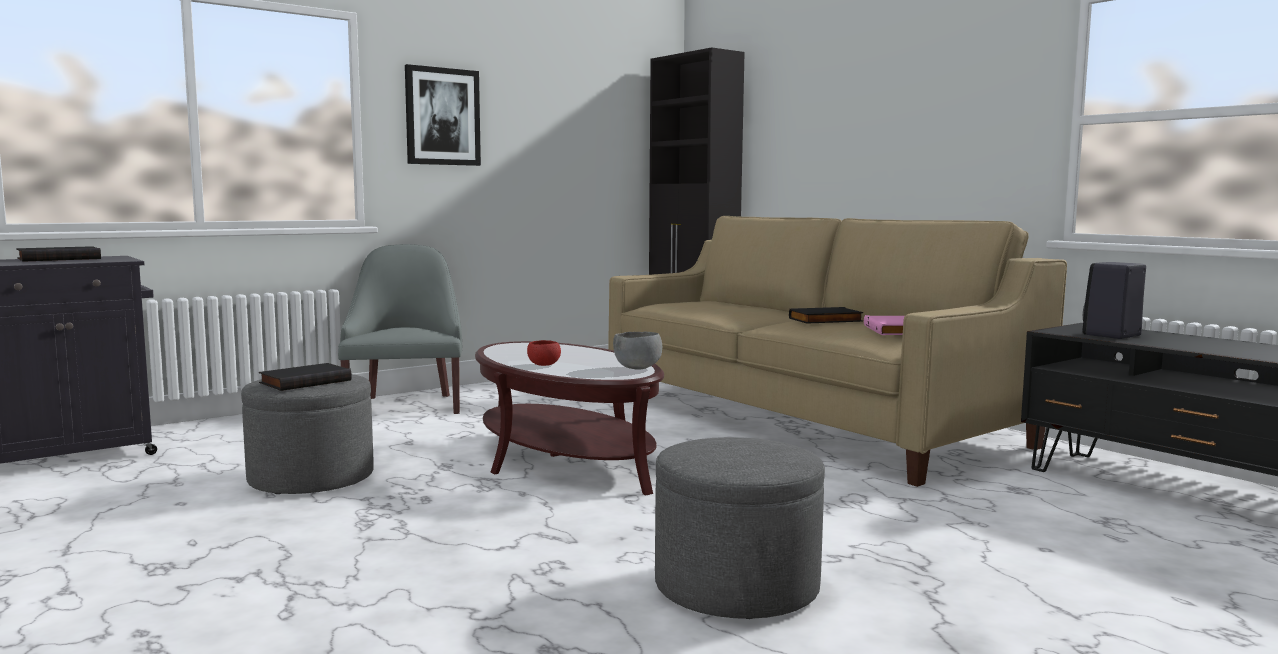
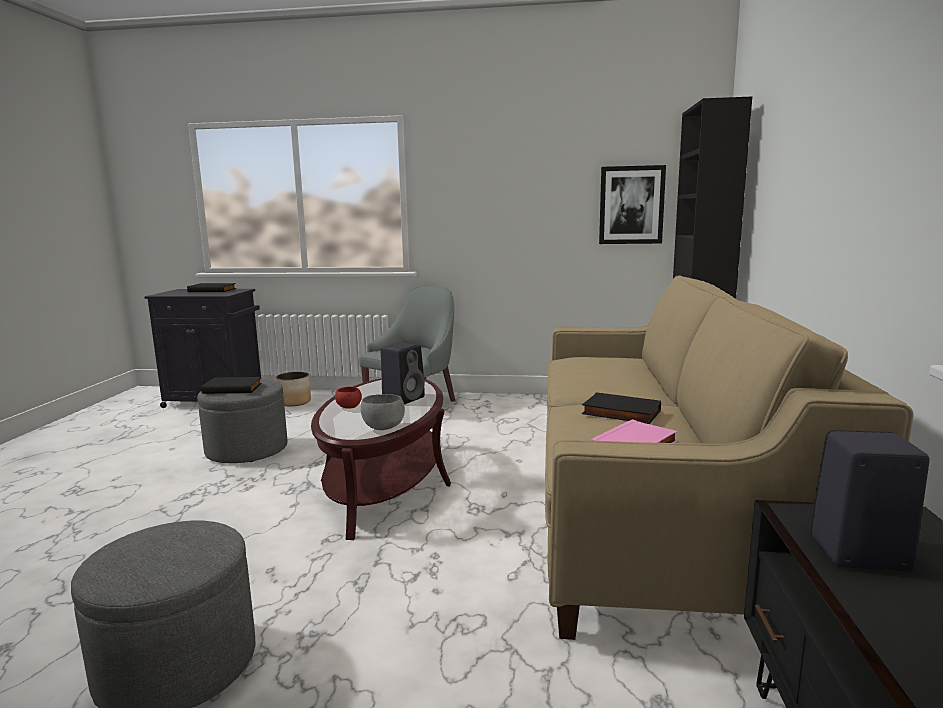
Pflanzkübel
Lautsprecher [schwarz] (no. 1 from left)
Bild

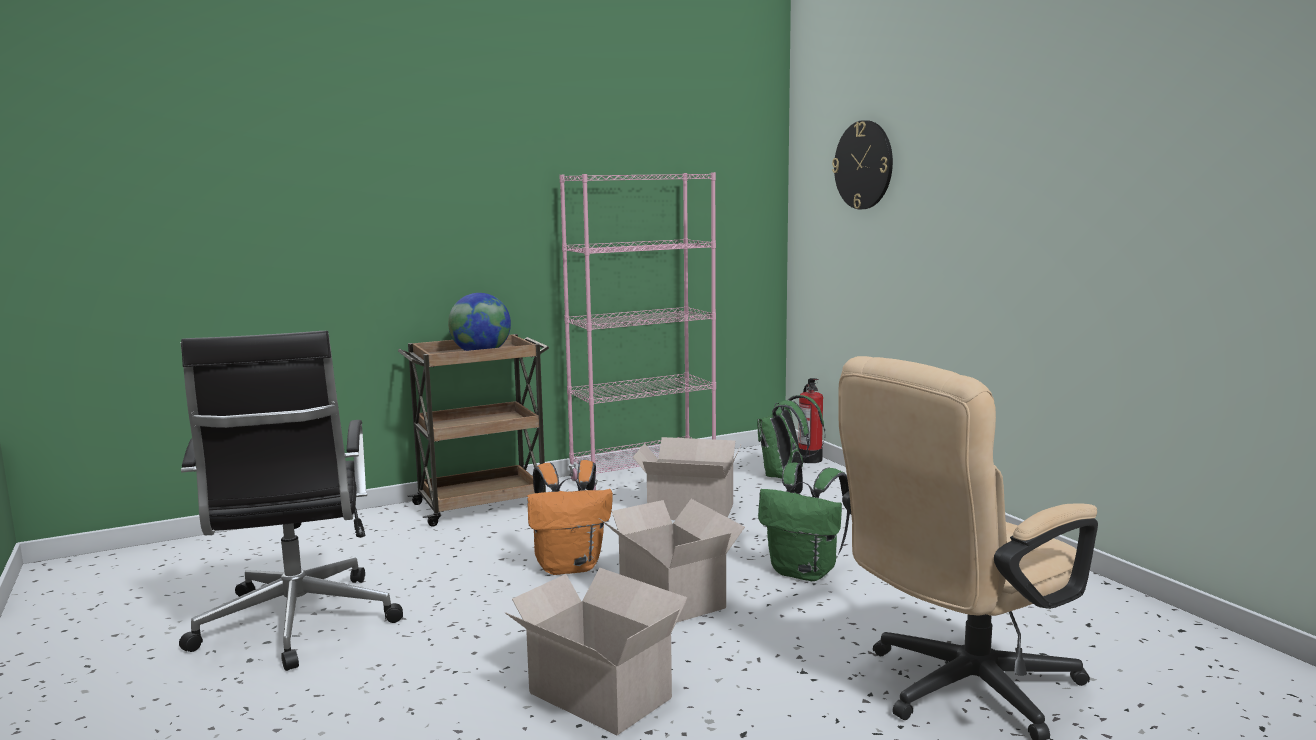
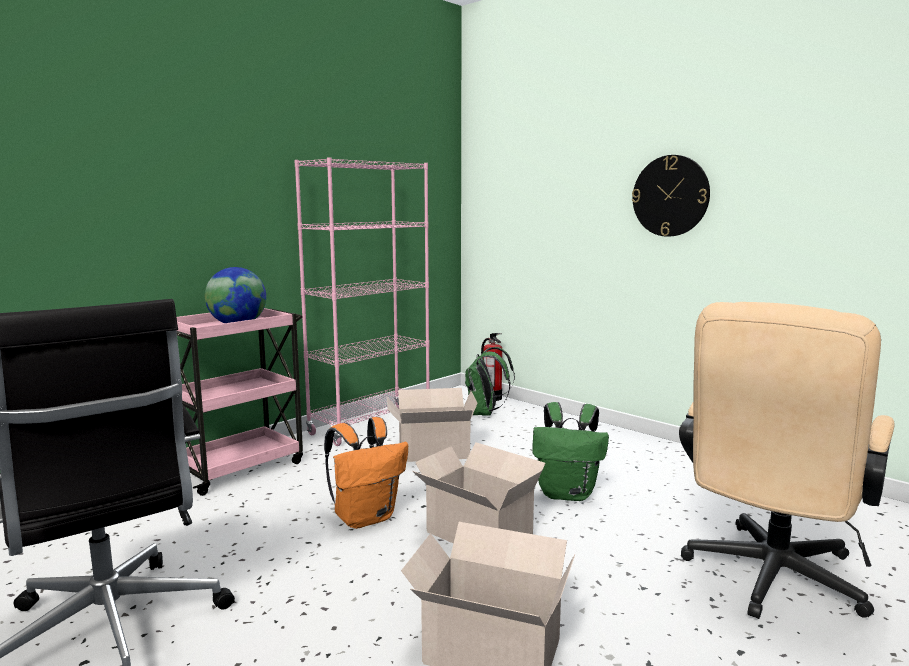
Rollwagen [rosa]
Wanduhr

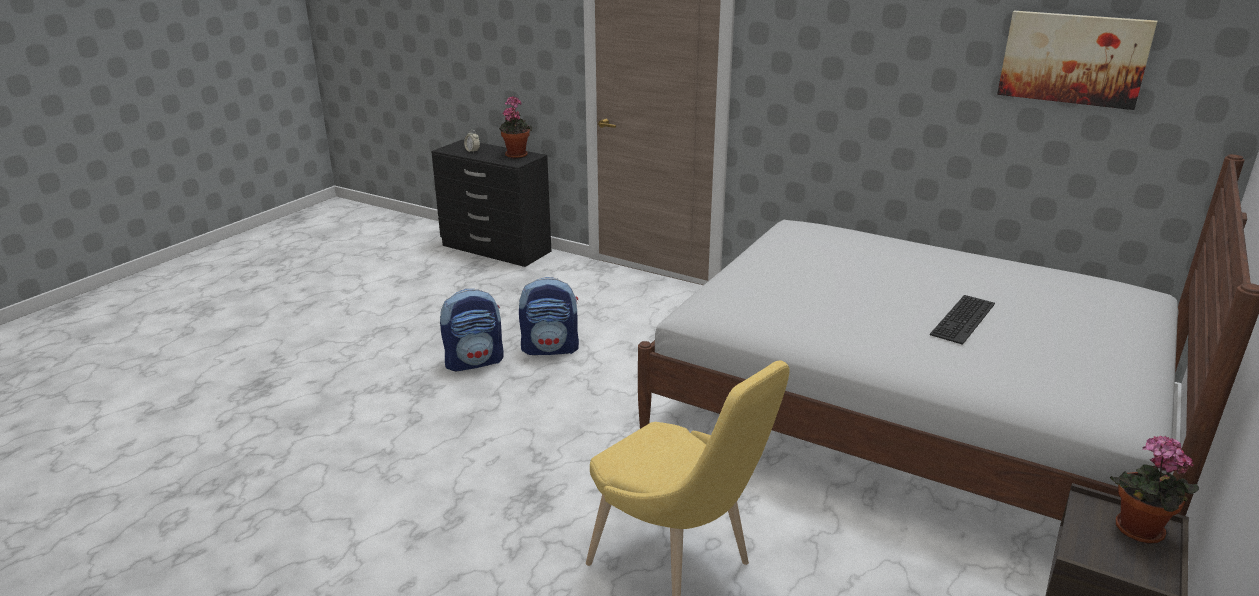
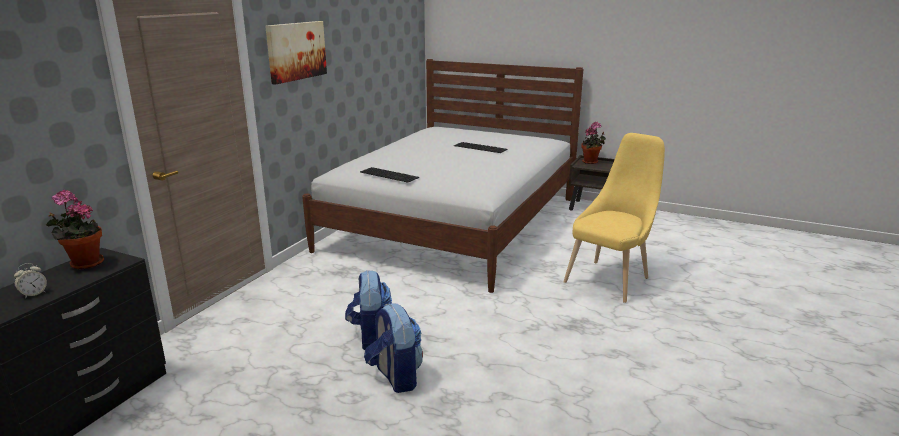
Bild
Tastatur (no. 1 from left)

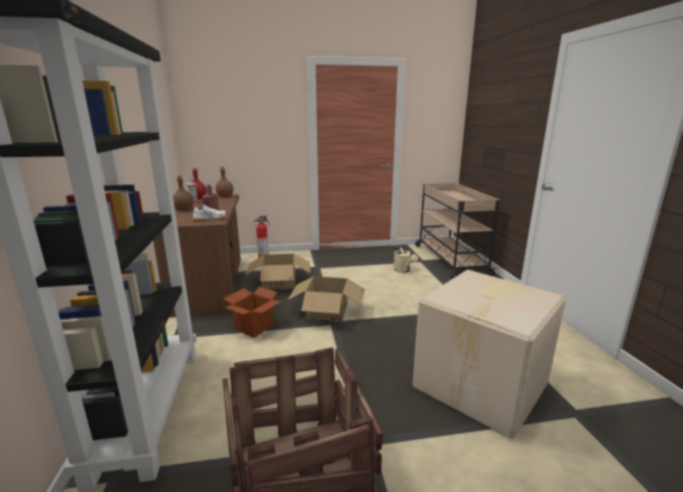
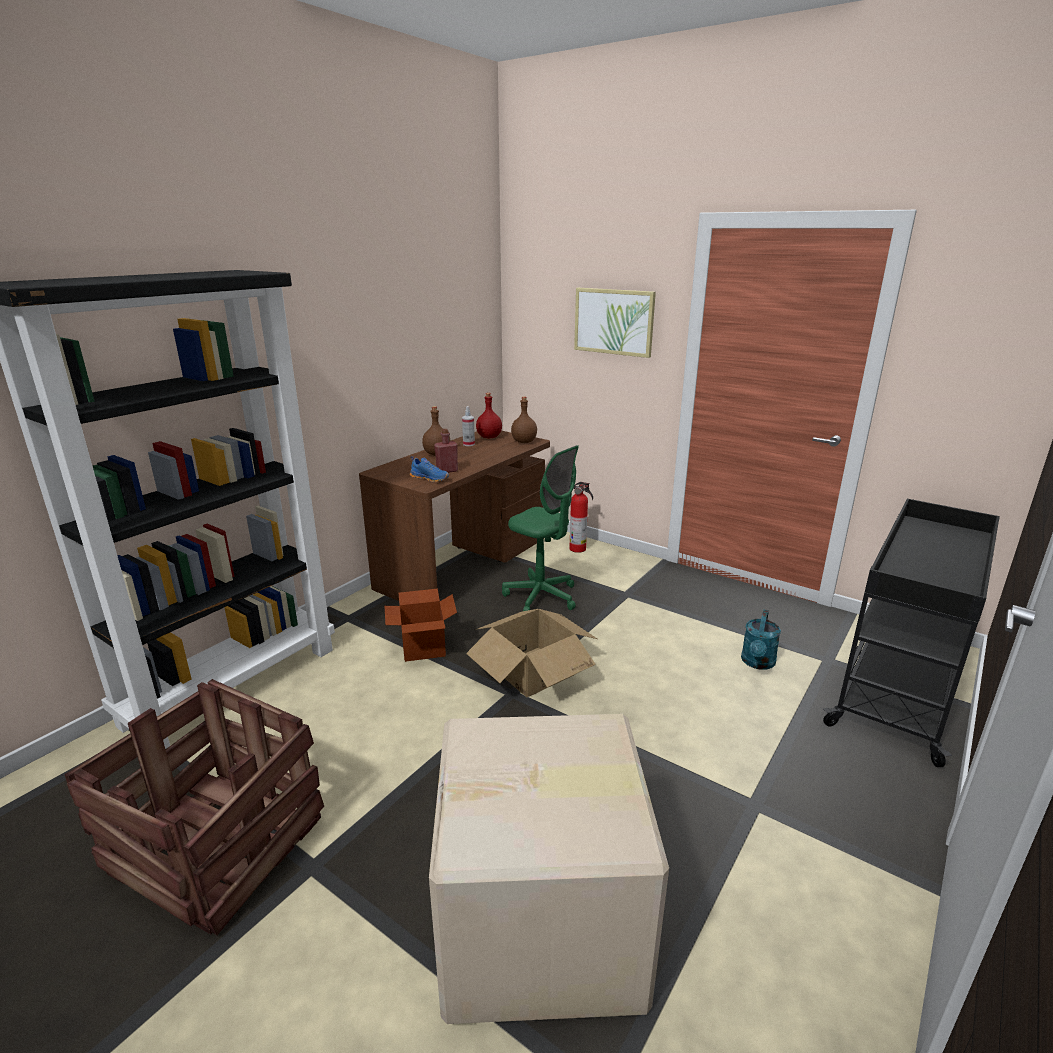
Schuh [blau]
Bürostuhl [grün]
Bild
Gießkanne [türkis]
Rollwagen [schwarz]

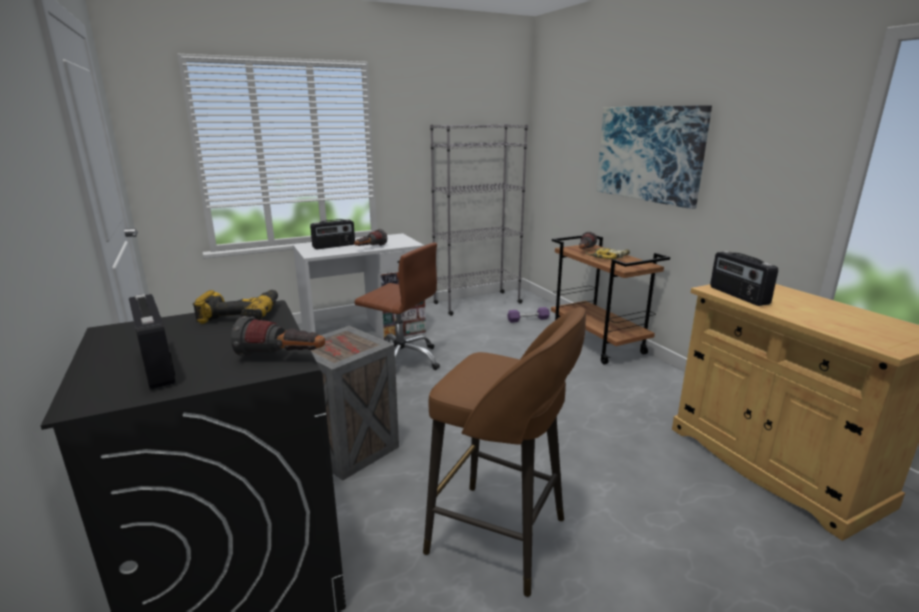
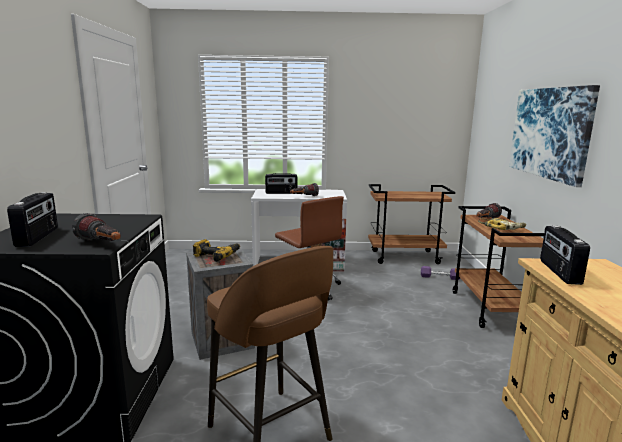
Bohrmaschine (no. 1 from left)
Rollwagen [braun] (no. 1 from left)

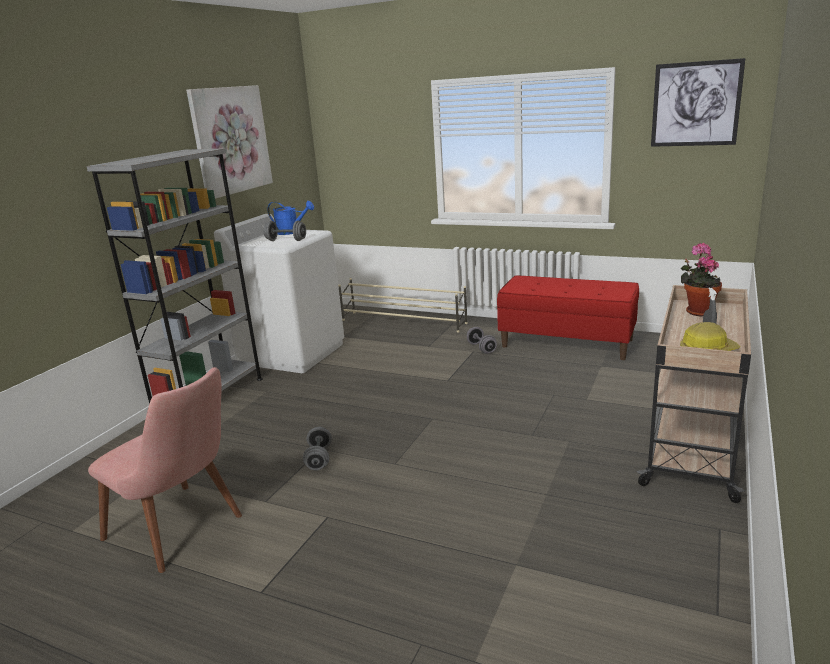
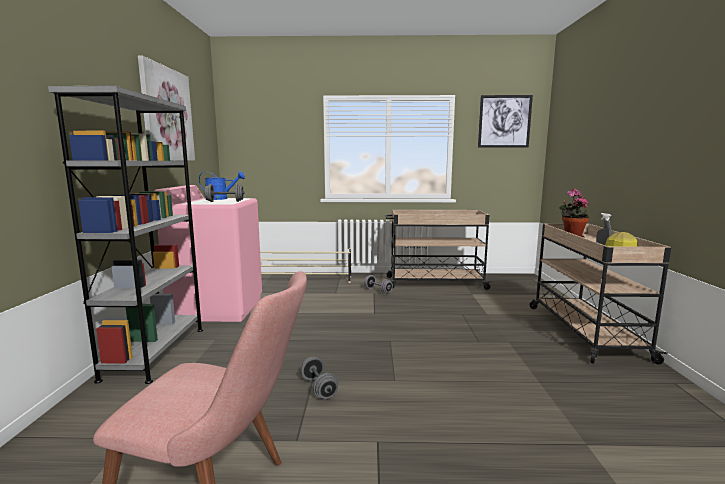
Waschmaschine [rosa]
Rollwagen [beige] (no. 1 from left)

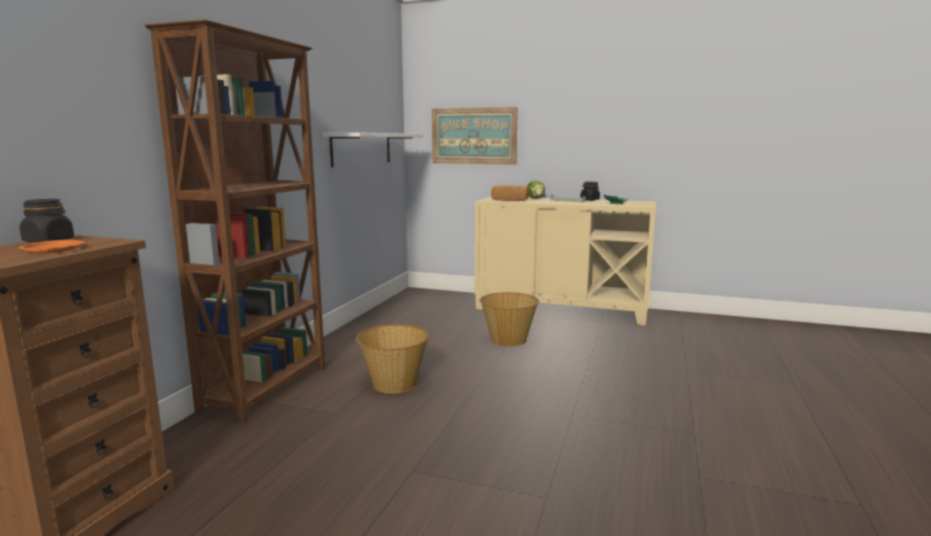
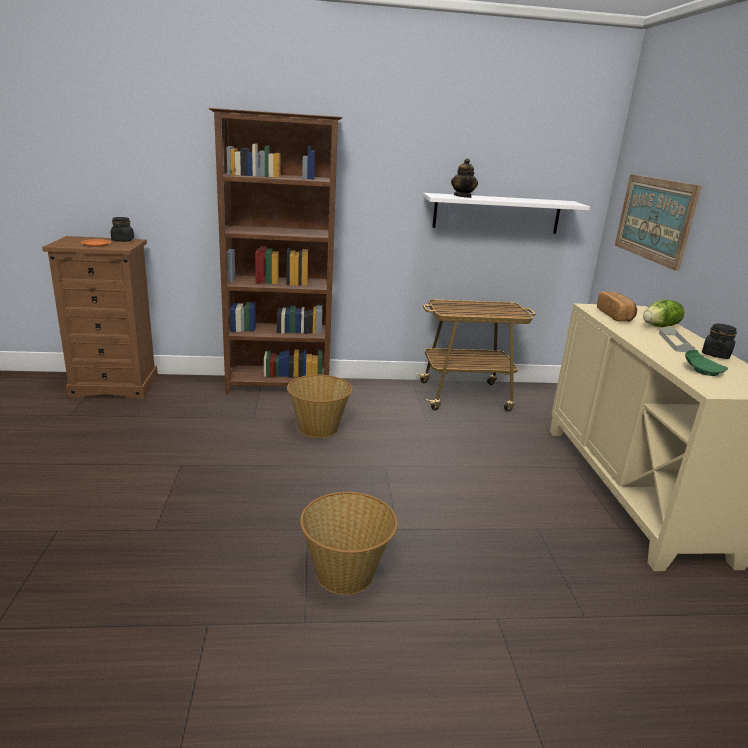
Korb (no. 2 from left)
Rollwagen
Teekanne

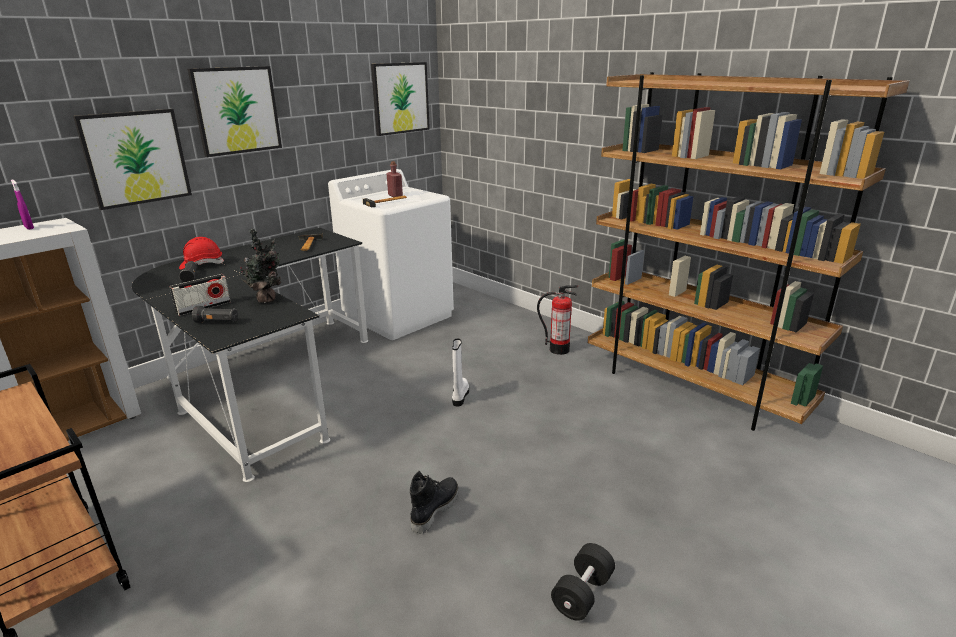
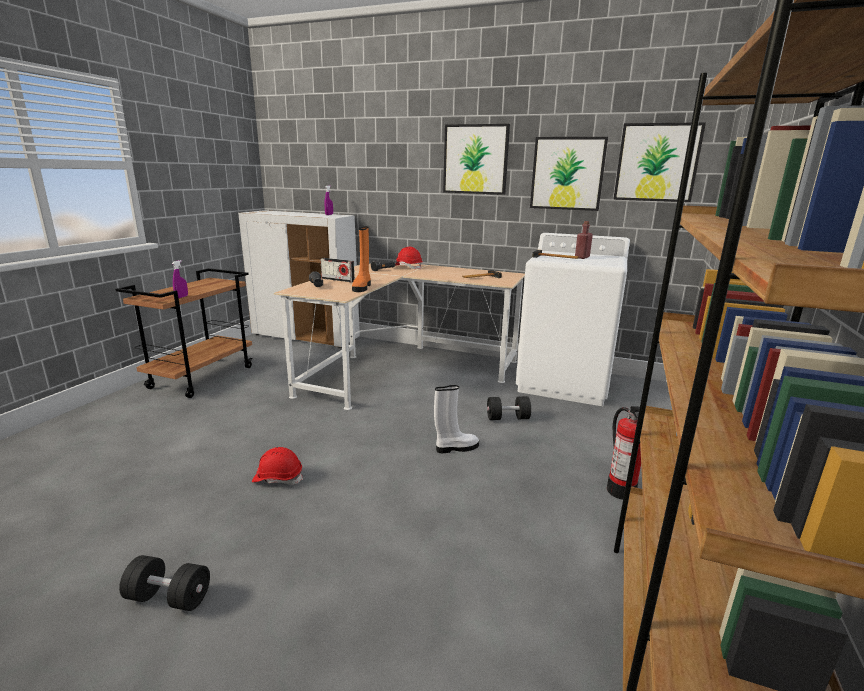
Sprühflasche [lila] (no. 1 from left)
Schutzhelm [rot] (no. 1 from left)
Schreibtisch [beige]
Stiefel [orange]
Hantel [schwarz] (no. 2 from left)
Bild (no. 2 from left)

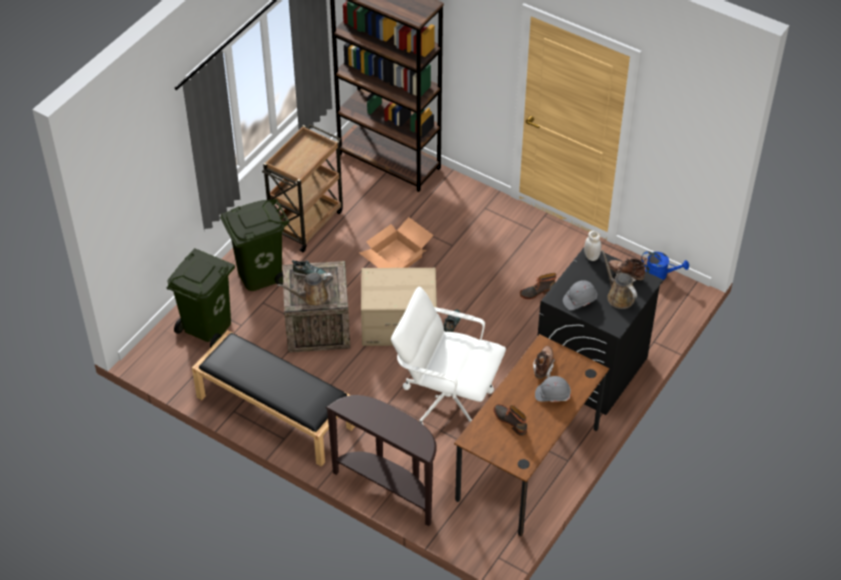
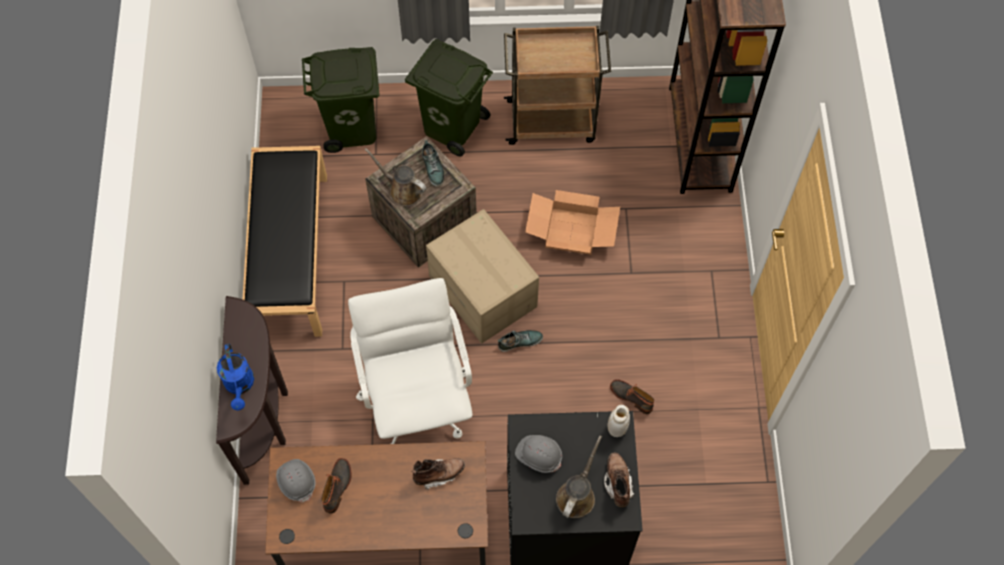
Gießkanne [blau]
Schutzhelm [grau] (no. 1 from left)

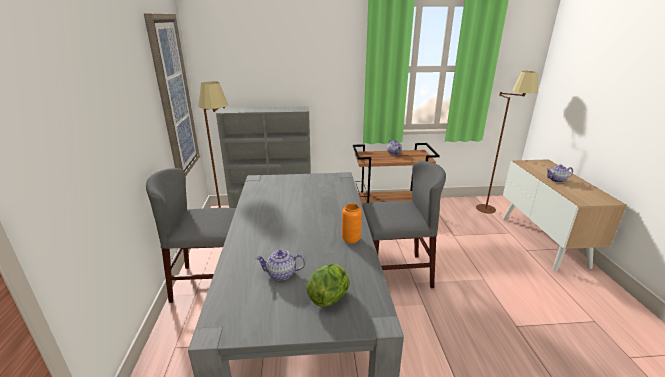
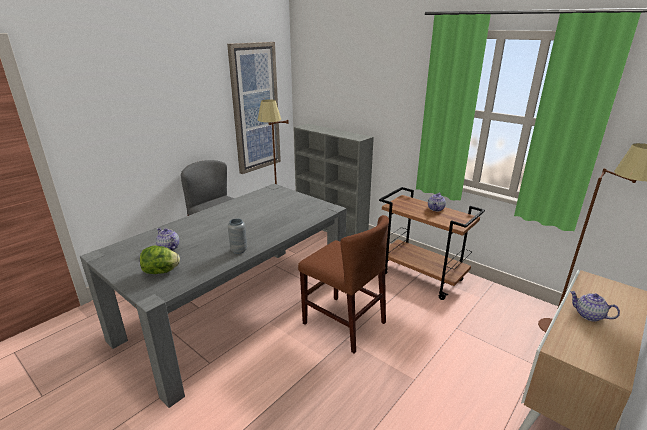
Vase [grau]
Stuhl [braun]

